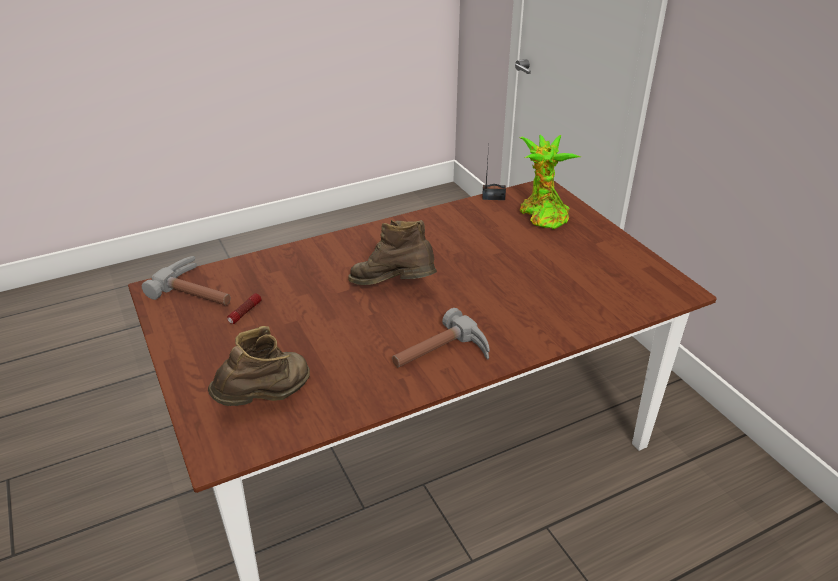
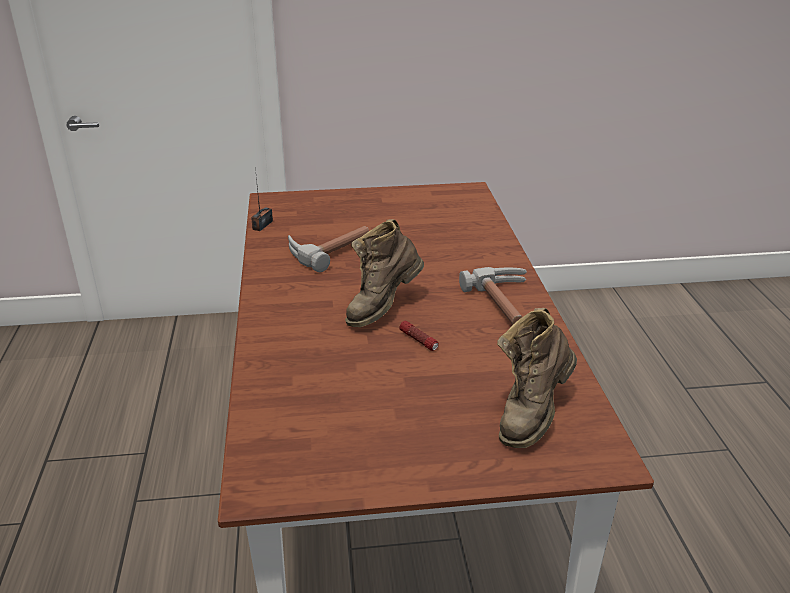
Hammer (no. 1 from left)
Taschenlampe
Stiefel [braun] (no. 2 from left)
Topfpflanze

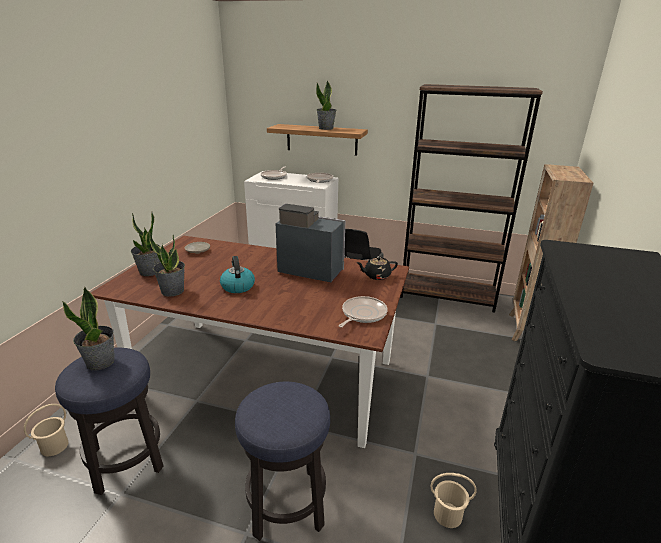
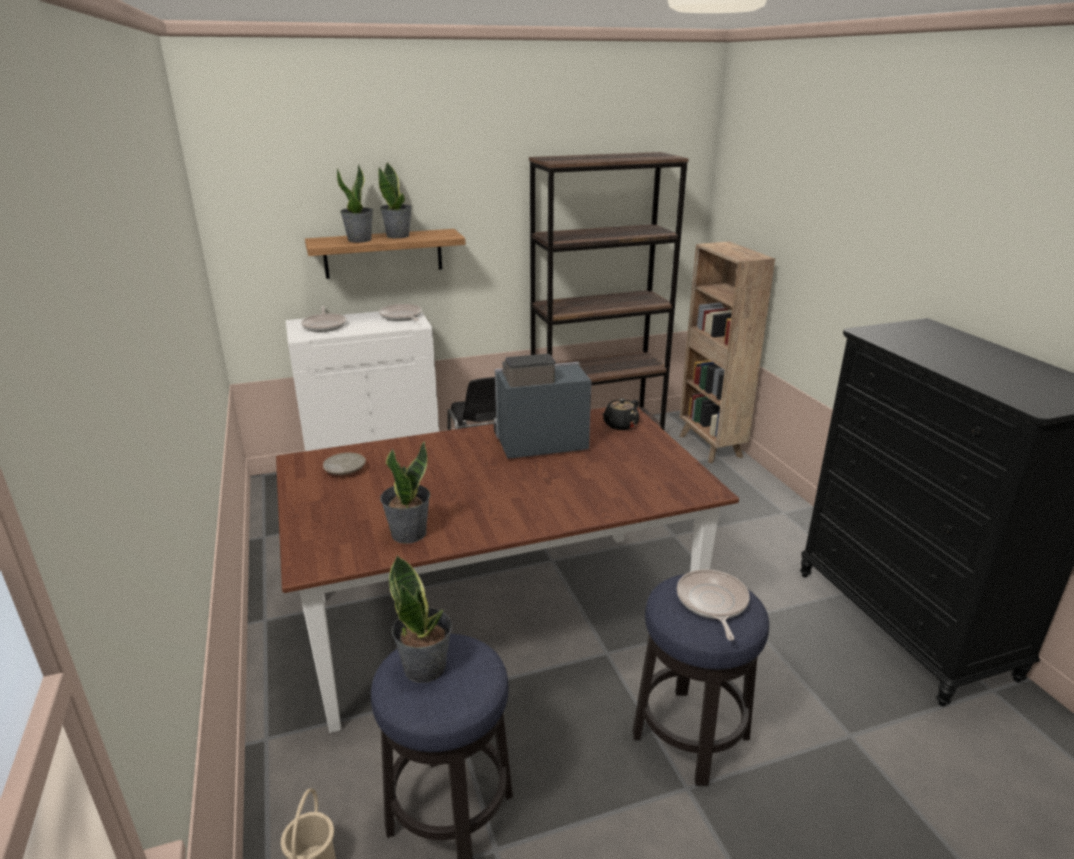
Topfpflanze (no. 1 from left)
Pfanne (no. 3 from left)
Wasserkessel
Eimer [beige] (no. 2 from left in the first image)

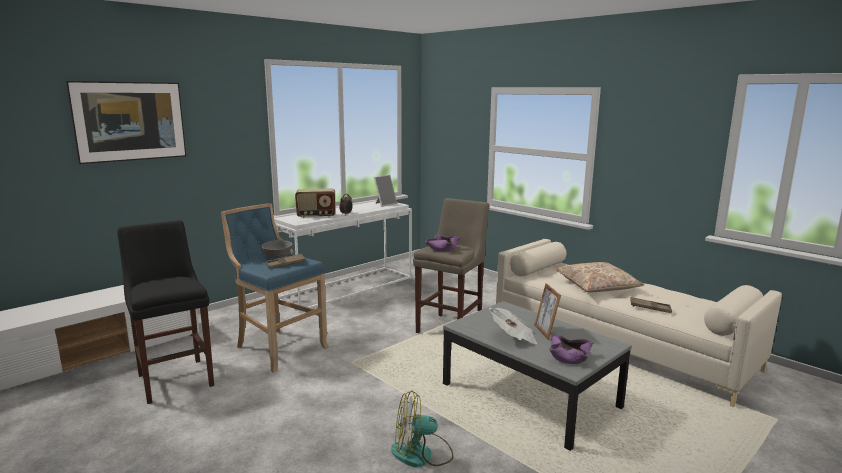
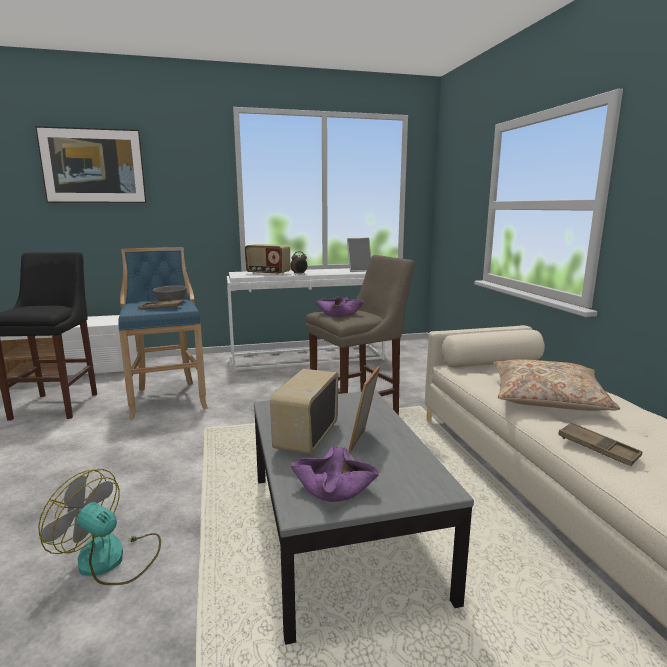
Radio (no. 2 from left)

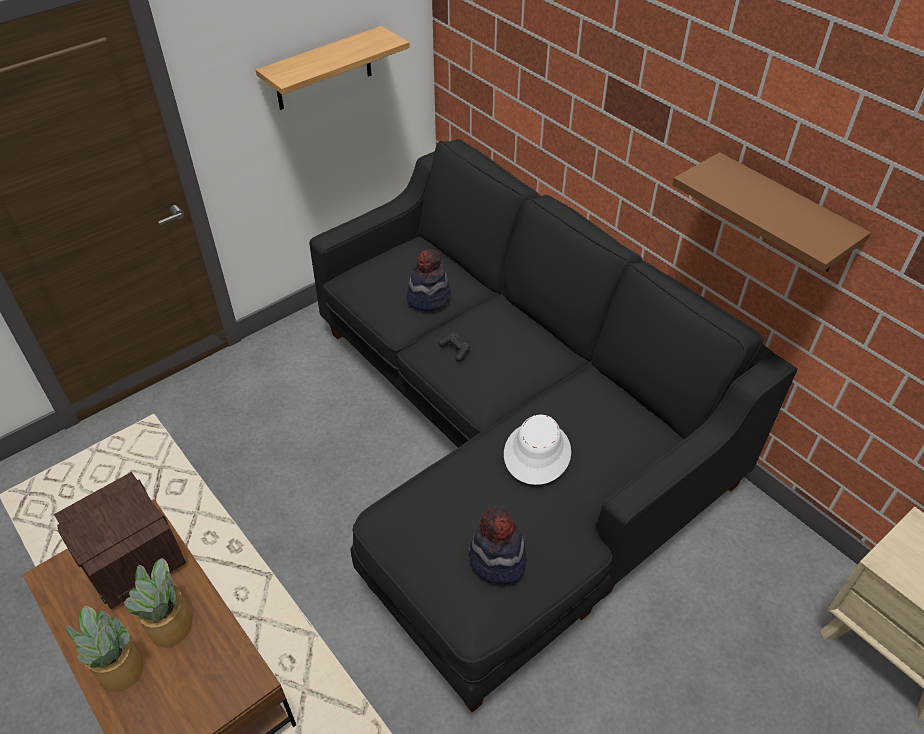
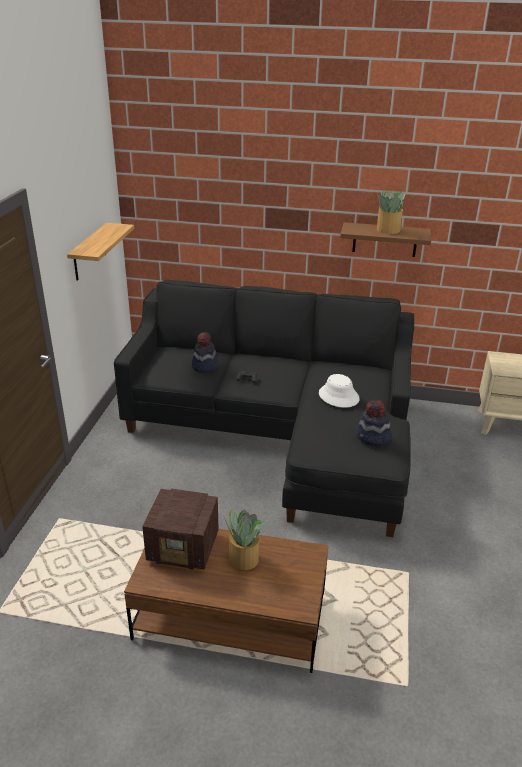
Topfpflanze (no. 2 from left)

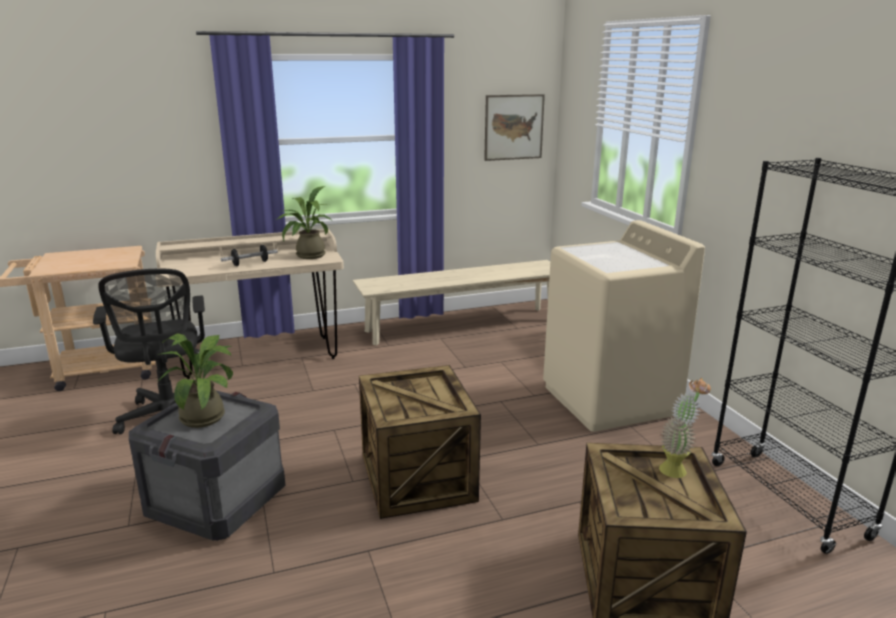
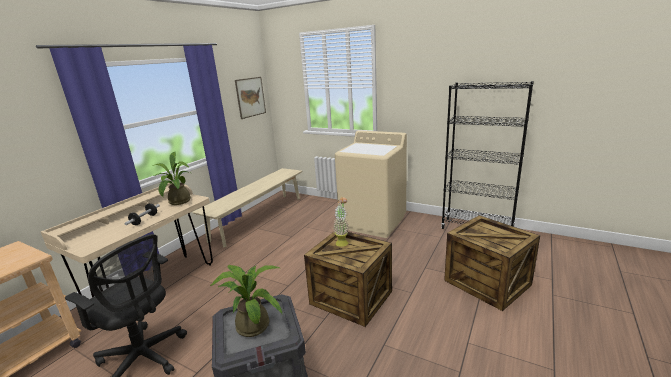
Topfpflanze (no. 3 from left)

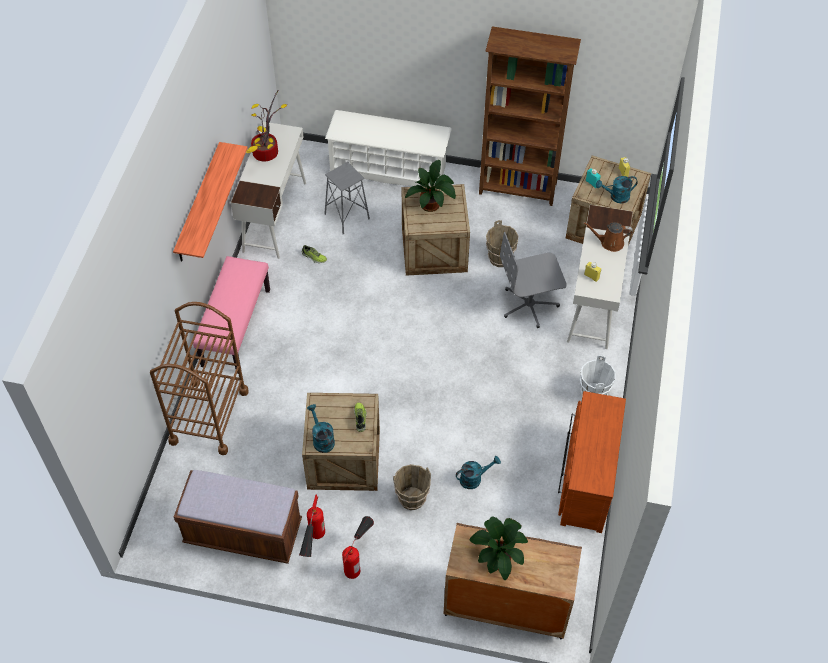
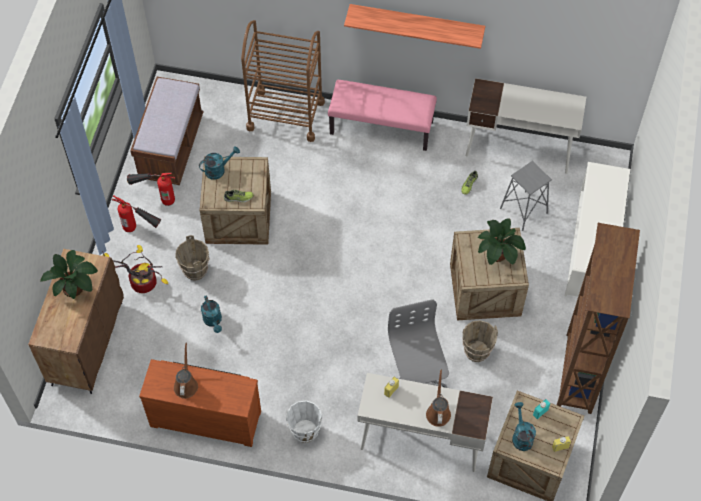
Topfpflanze (no. 2 from left)
Gießkanne [braun] (no. 1 from left)

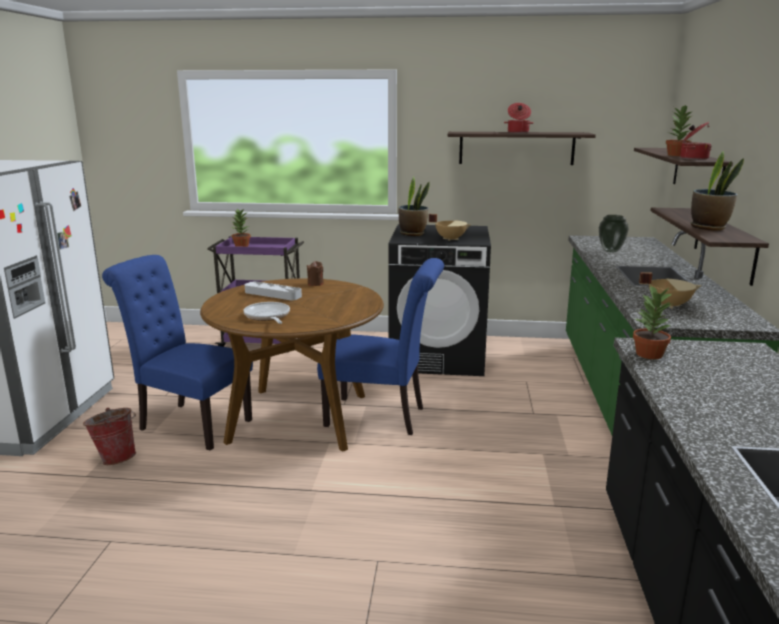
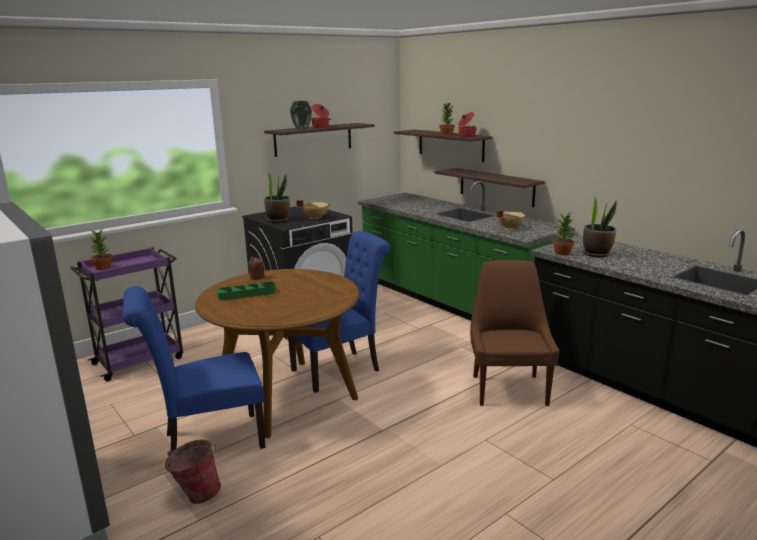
Tablett [grün]
Vase
Stuhl [braun]
Topfpflanze (no. 5 from left)
Pfanne

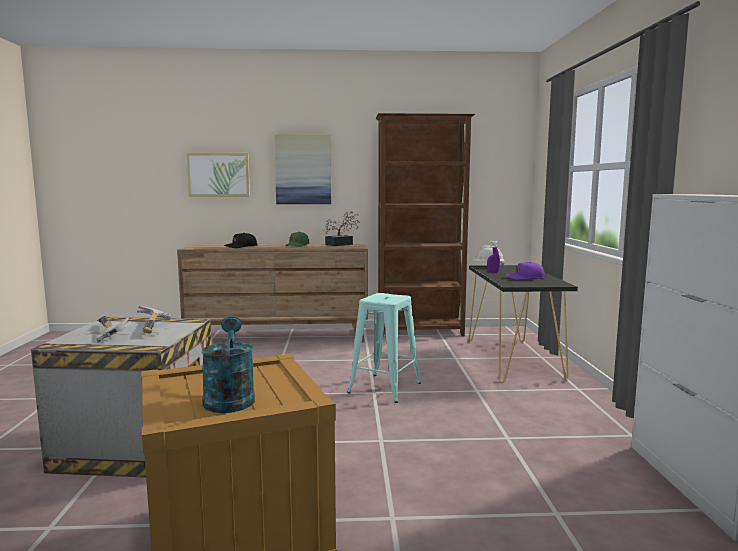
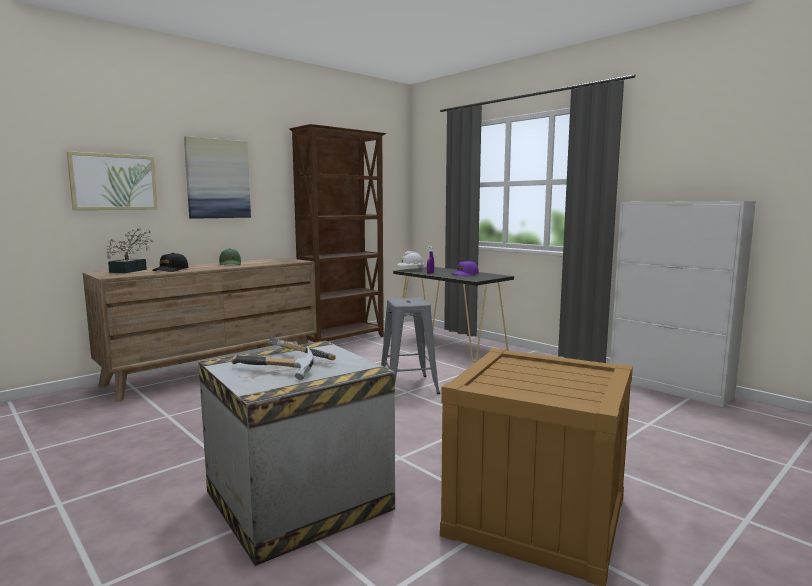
Topfpflanze
Hocker [grau]
Gießkanne [türkis]

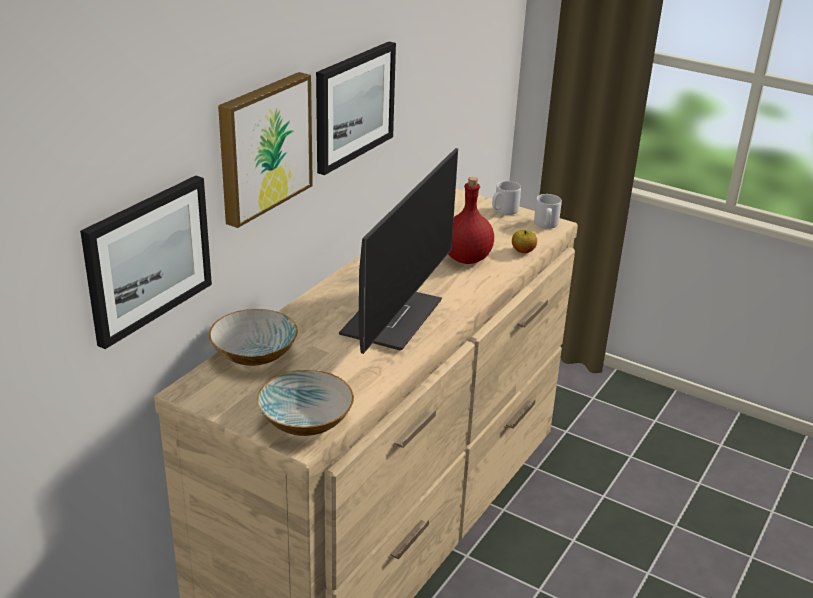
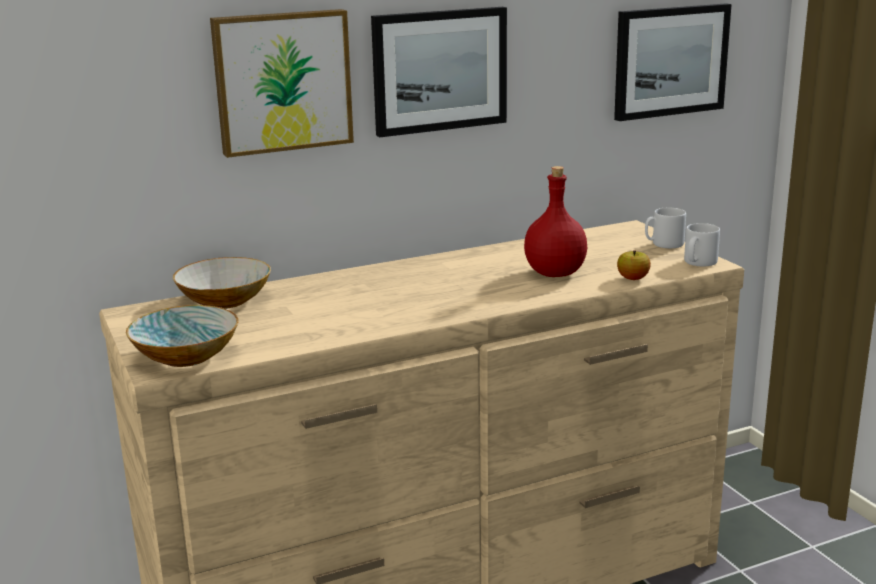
Bild (no. 3 from left)
Monitor

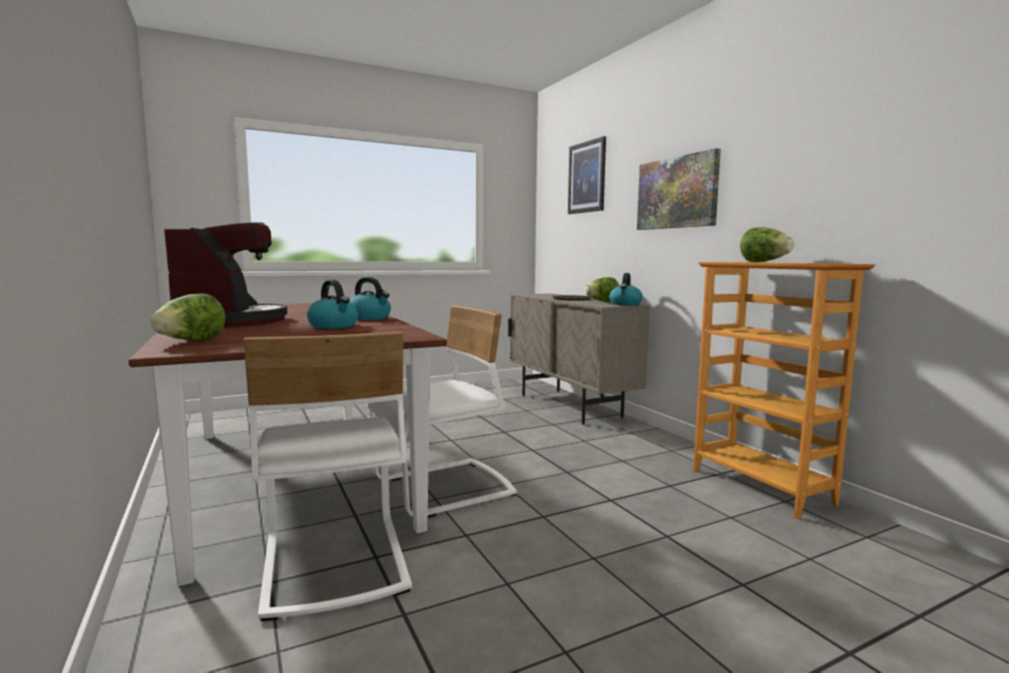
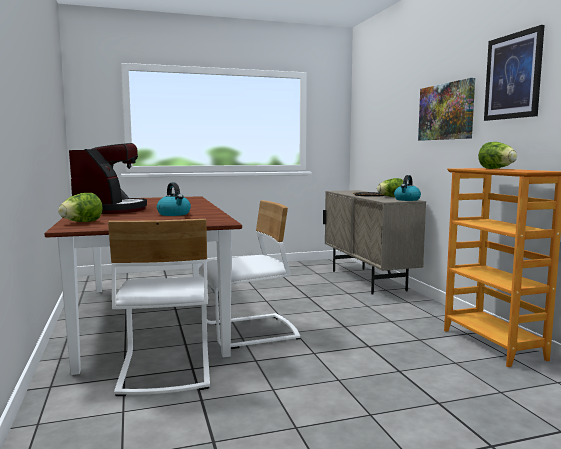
Bild (no. 2 from left)
Wasserkessel (no. 2 from left in the first image)

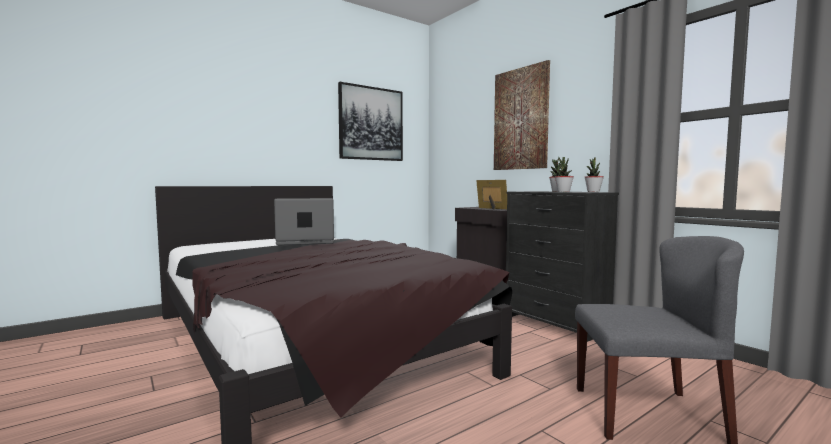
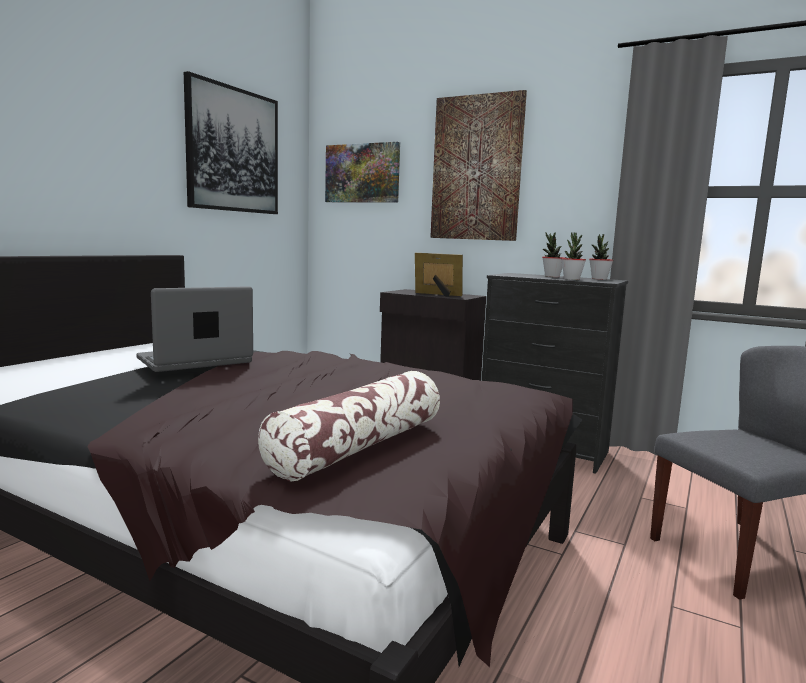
Kissen
Bild (no. 2 from left)

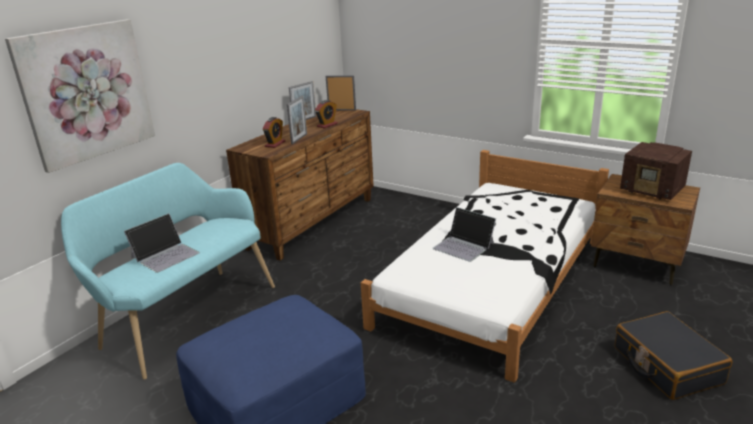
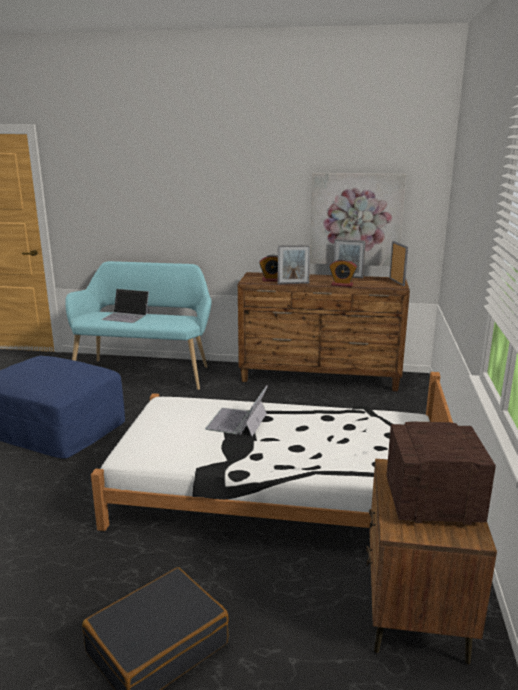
Bild
Radio

